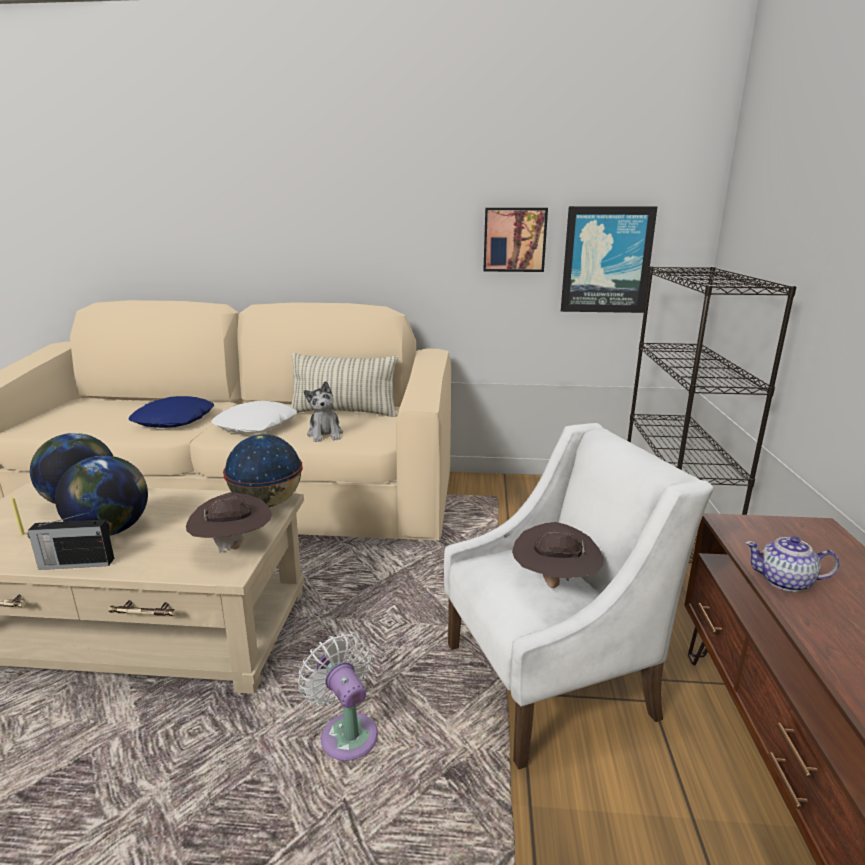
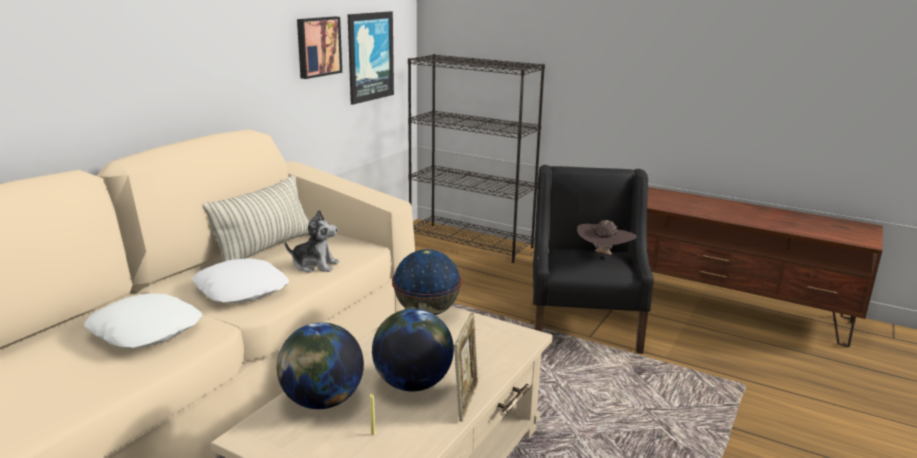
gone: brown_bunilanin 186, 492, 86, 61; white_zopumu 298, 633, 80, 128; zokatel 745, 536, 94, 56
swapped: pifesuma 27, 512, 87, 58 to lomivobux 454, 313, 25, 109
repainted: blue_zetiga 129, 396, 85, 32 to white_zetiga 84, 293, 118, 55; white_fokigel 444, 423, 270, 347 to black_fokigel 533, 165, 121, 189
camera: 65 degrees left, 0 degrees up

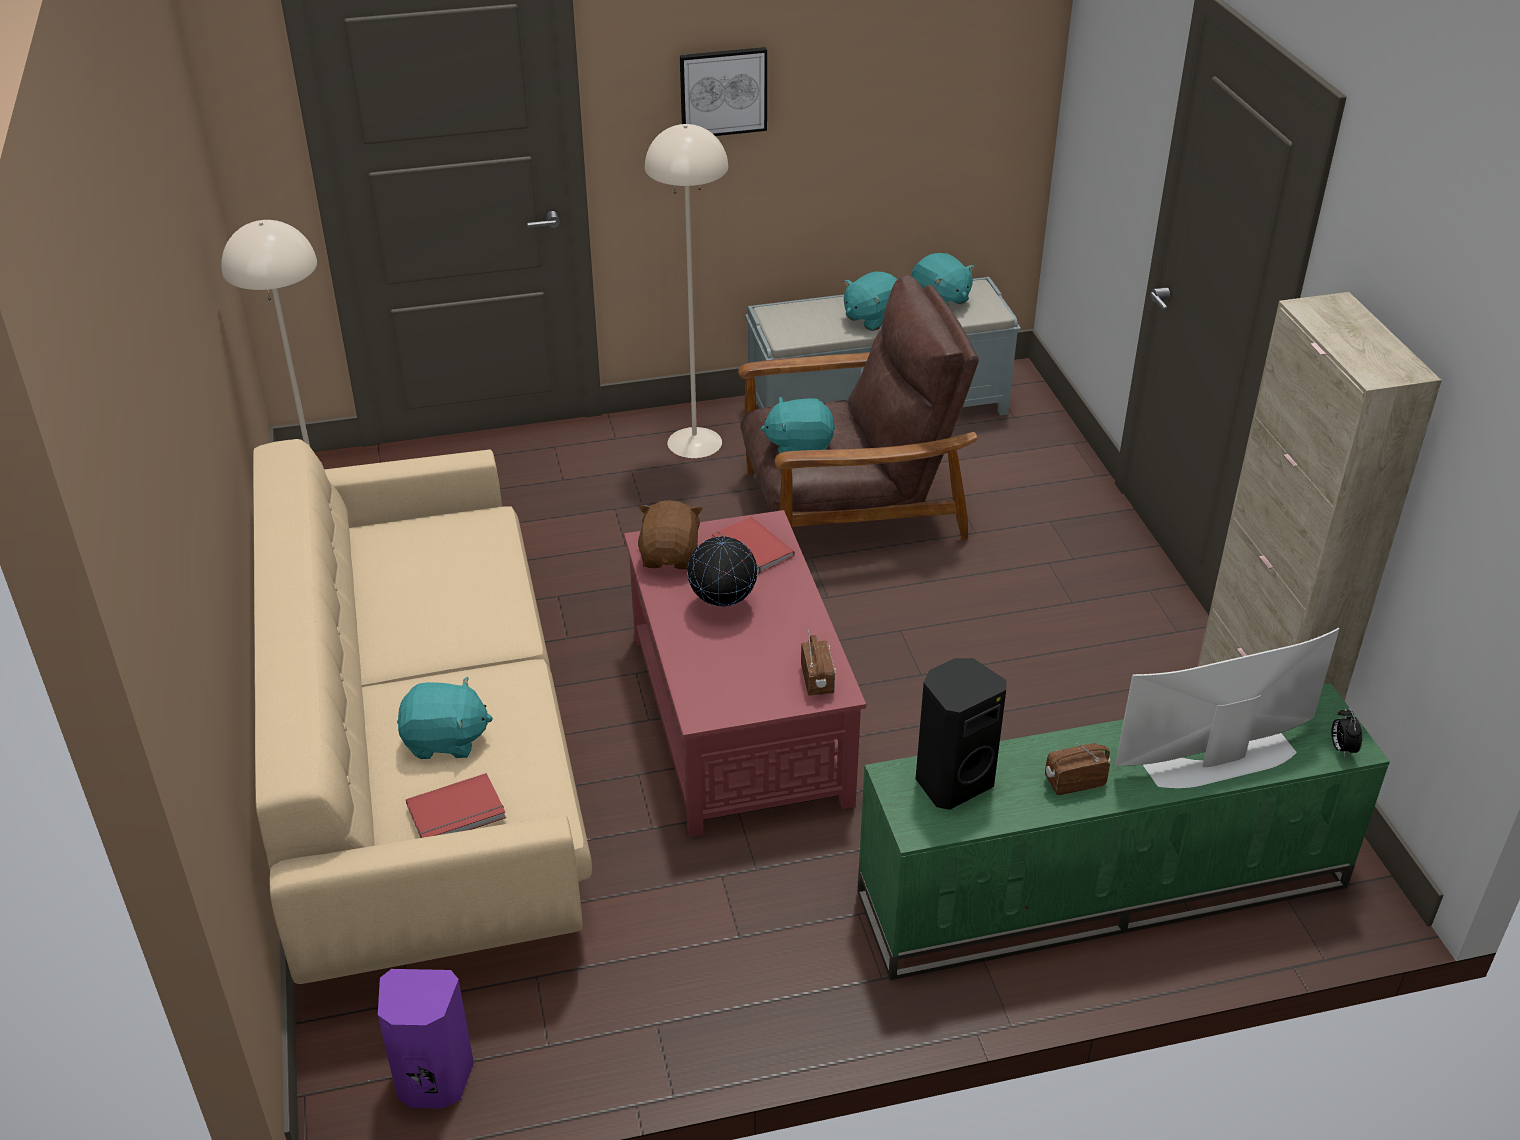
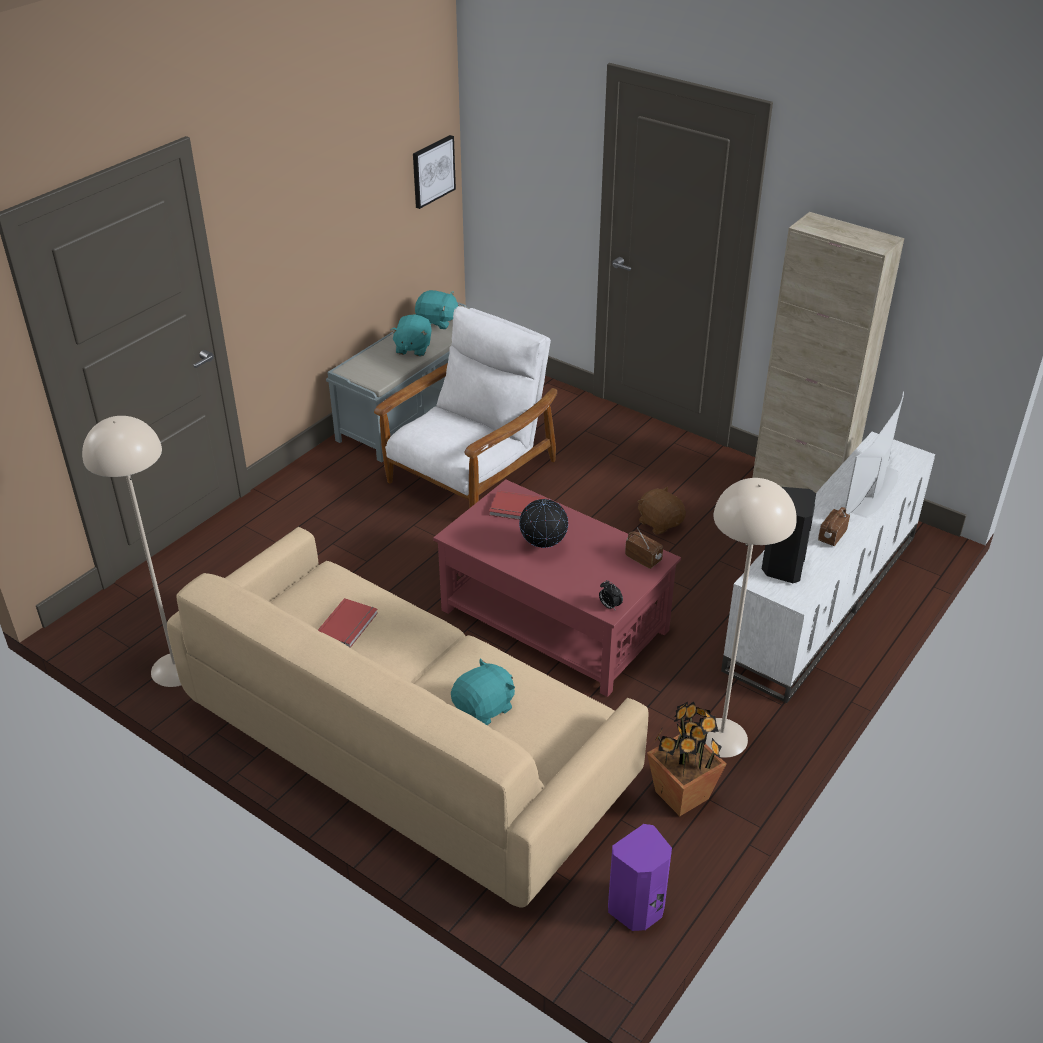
gone: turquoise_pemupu 761, 396, 74, 57
new: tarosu 647, 701, 79, 115
shifted: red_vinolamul 406, 773, 100, 65 to 318, 598, 60, 50; brown_pemupu 638, 500, 65, 69 to 638, 486, 48, 49; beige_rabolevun 645, 124, 83, 334 to 705, 478, 92, 280; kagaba 680, 47, 87, 89 to 413, 135, 43, 74; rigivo 1331, 708, 31, 50 to 599, 580, 24, 30
repainted: brown_fokigel 738, 275, 241, 265 to white_fokigel 374, 306, 183, 202; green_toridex 857, 683, 533, 297 to white_toridex 721, 432, 214, 271
camera: 40 degrees left, 0 degrees up

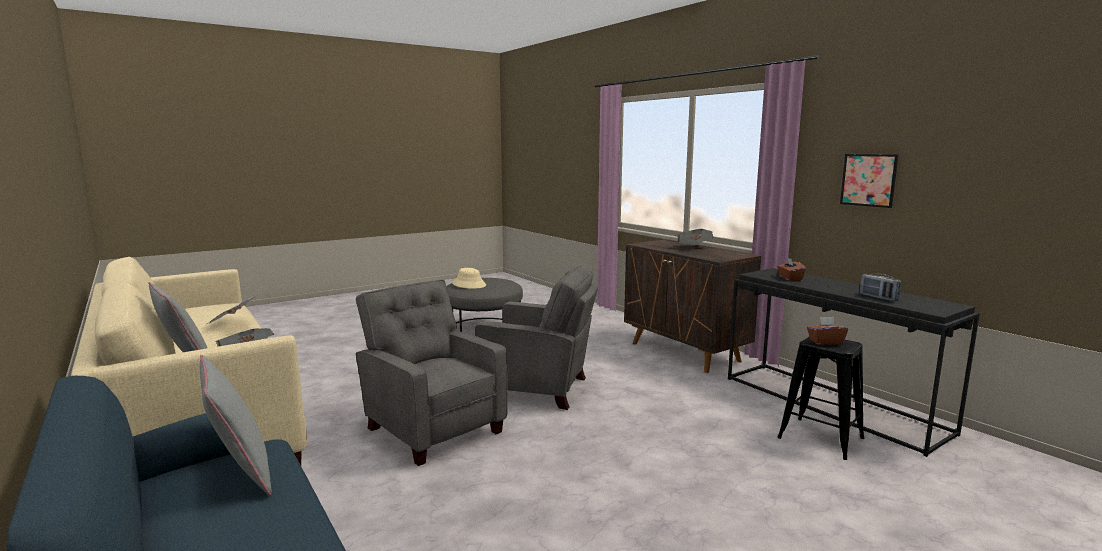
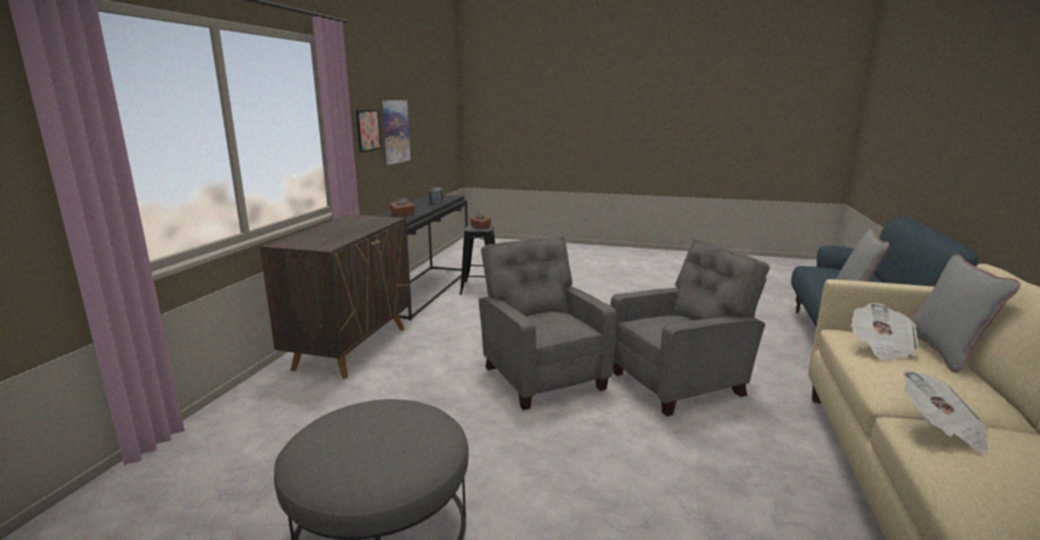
gone: beige_bunilanin 452, 268, 34, 21; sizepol 677, 229, 36, 16
new: kagaba 382, 100, 29, 65
rotated: grey_fokigel 356, 280, 152, 186 = 610, 240, 160, 176 120 degrees counterclockwise
camera: 130 degrees left, 5 degrees up

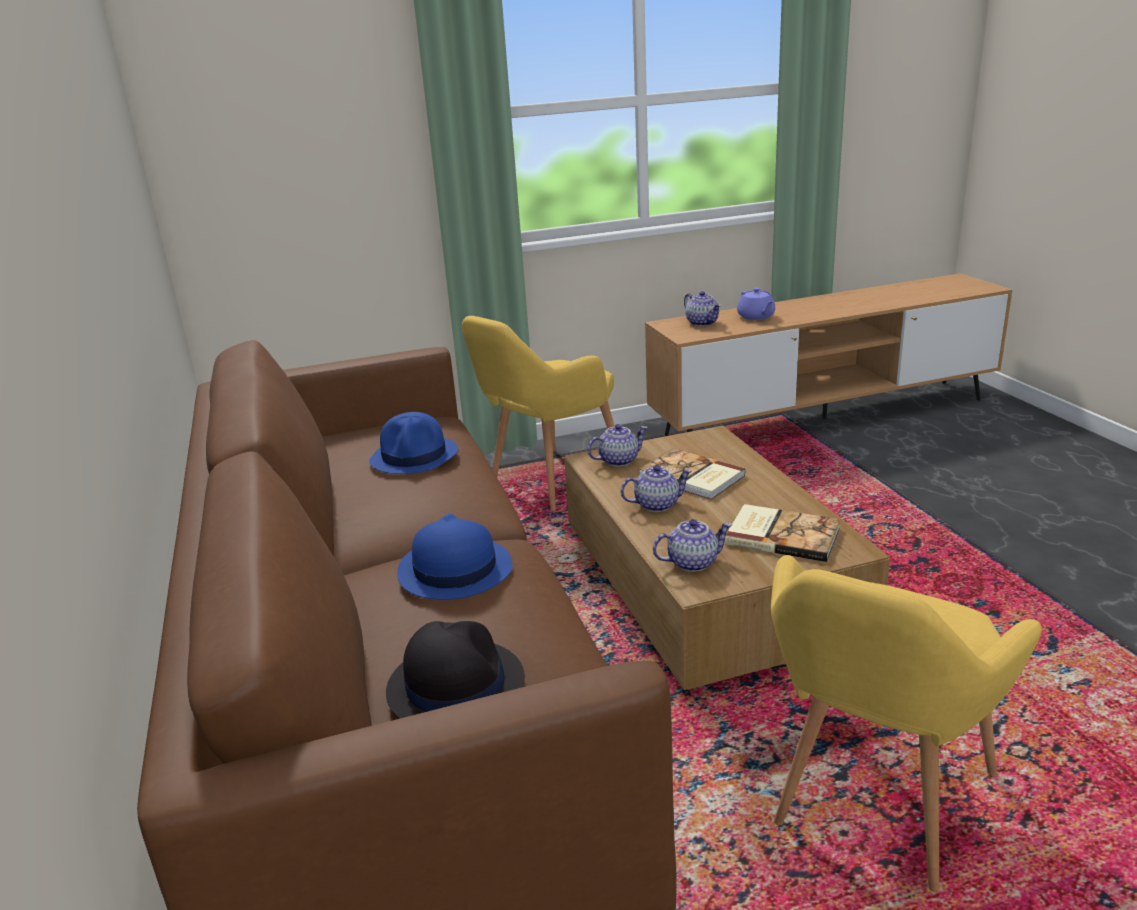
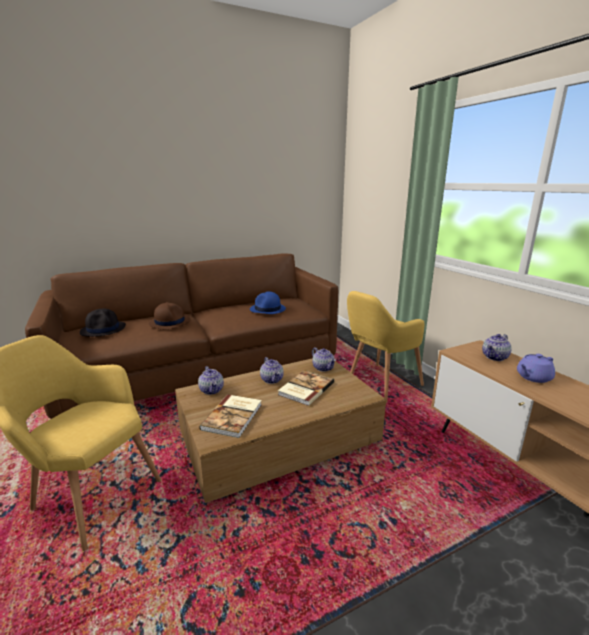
repainted: blue_bunilanin 397, 514, 116, 86 to brown_bunilanin 149, 302, 42, 28
rotated: yellow_fokigel 462, 316, 153, 195 = 347, 291, 77, 112 75 degrees counterclockwise
camera: 80 degrees right, 5 degrees down

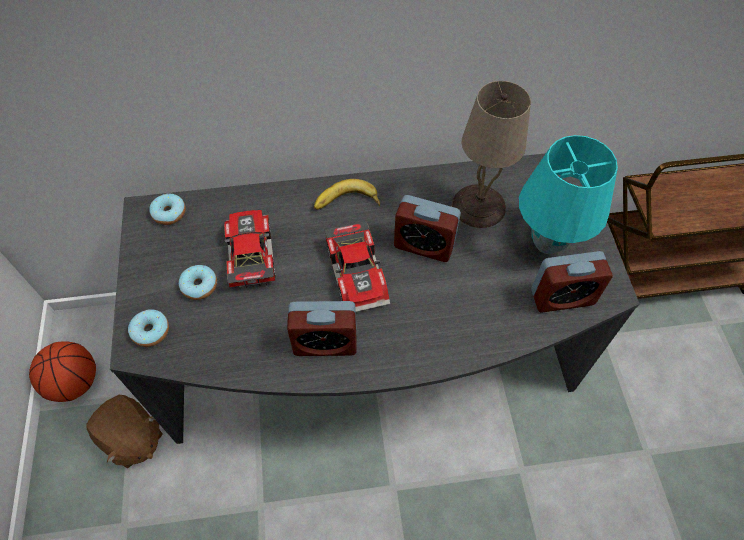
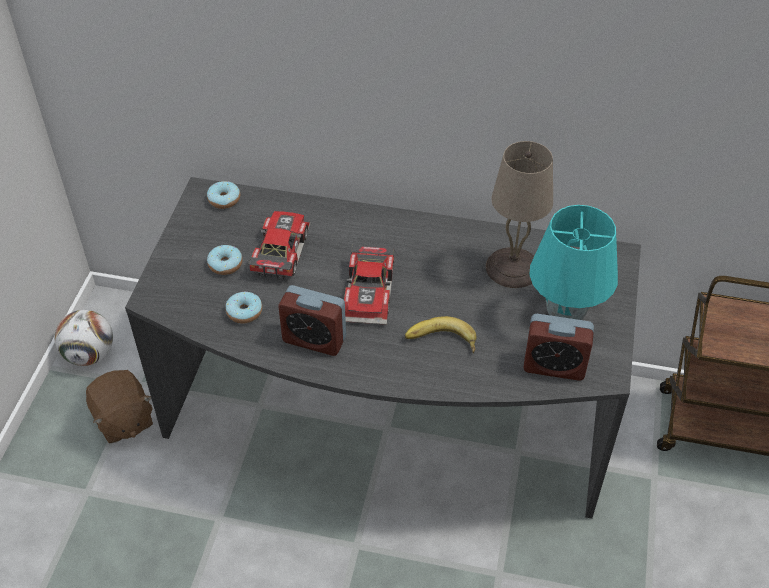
gone: rigivo 394, 195, 67, 67
shifted: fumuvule 128, 309, 41, 38 to 226, 291, 36, 33; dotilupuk 314, 179, 66, 31 to 405, 316, 72, 37
swapped: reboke 29, 341, 67, 61 to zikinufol 55, 310, 58, 56
camera: 20 degrees right, 10 degrees down

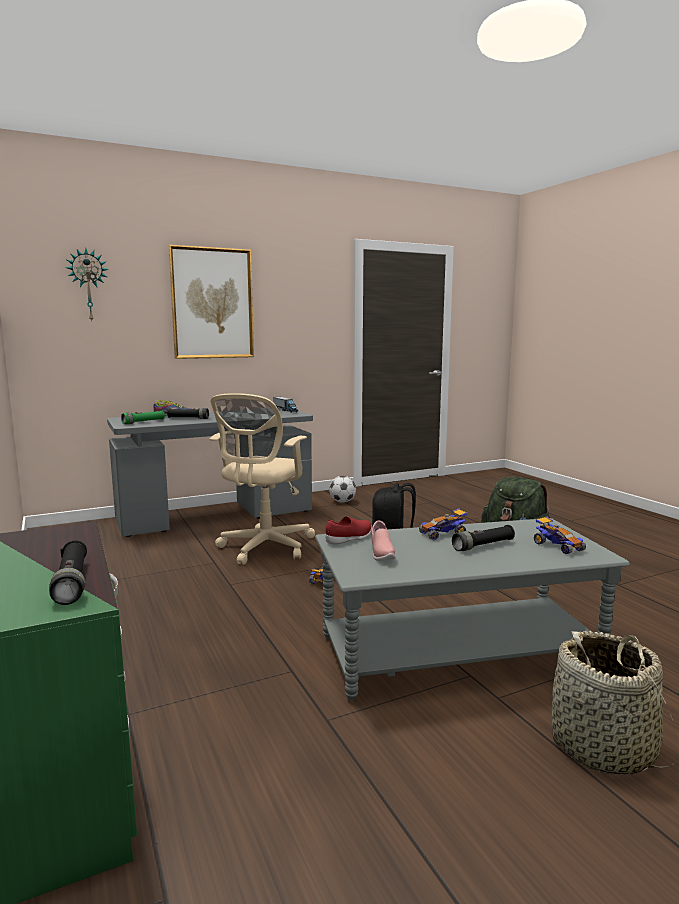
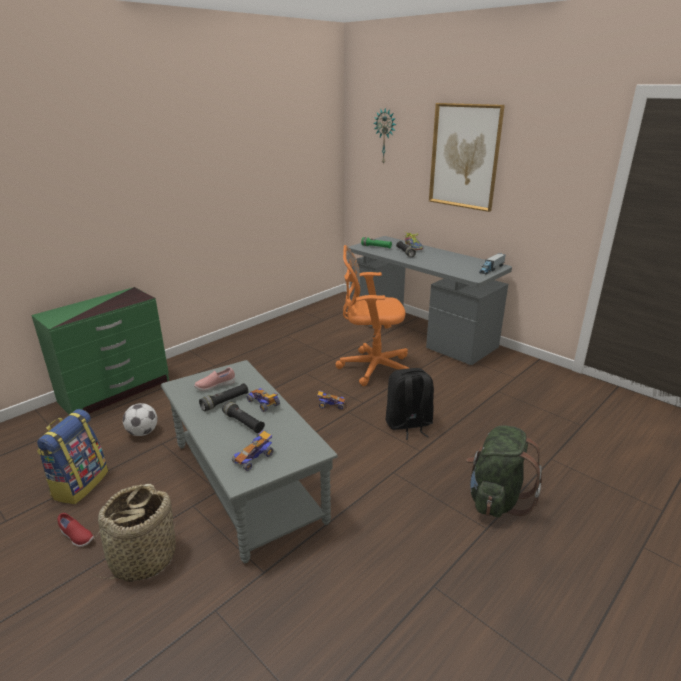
new: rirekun 37, 409, 71, 95
shifted: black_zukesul 49, 540, 38, 65 to 199, 383, 49, 28; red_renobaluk 325, 516, 47, 29 to 57, 513, 37, 34; zikinufol 329, 476, 27, 27 to 123, 403, 35, 33
repainted: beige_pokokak 209, 393, 106, 172 to orange_pokokak 335, 245, 74, 141
camera: 70 degrees right, 15 degrees up

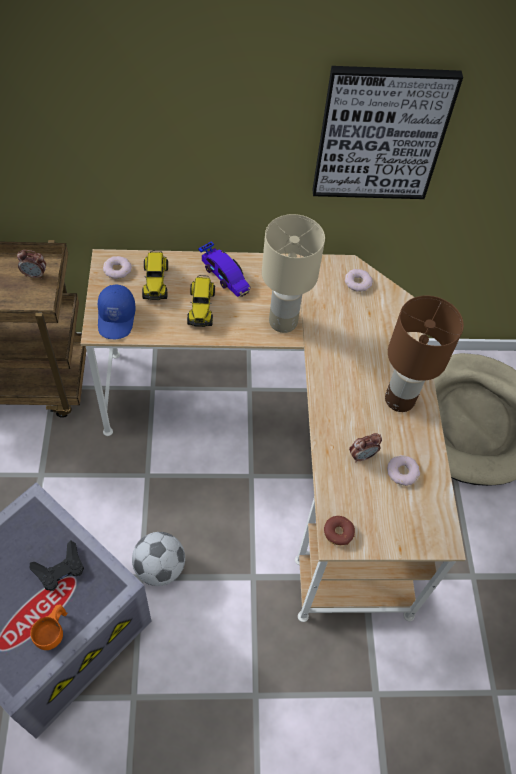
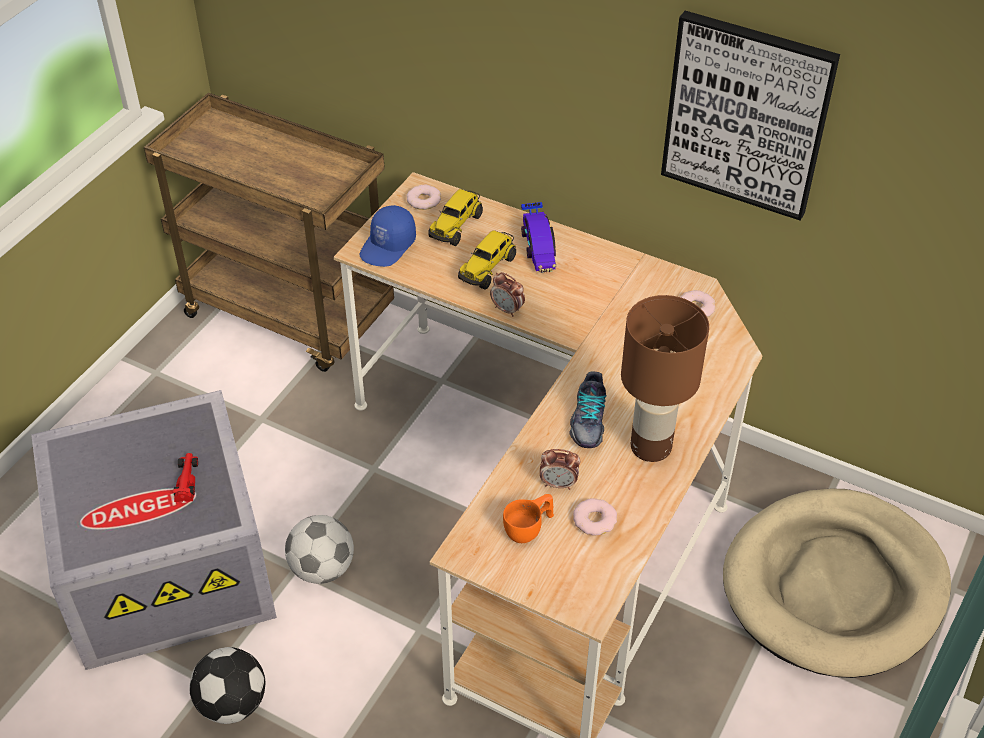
gone: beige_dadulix 262, 214, 63, 119; fumuvule 324, 516, 31, 29
new: zikinufol 189, 647, 76, 77; renobaluk 569, 371, 38, 77
shifted: rigivo 17, 250, 29, 29 to 490, 272, 35, 45; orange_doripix 30, 604, 37, 46 to 503, 494, 51, 49
swapped: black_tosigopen 30, 540, 54, 51 to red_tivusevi 173, 453, 25, 49
camera: 35 degrees right, 10 degrees down

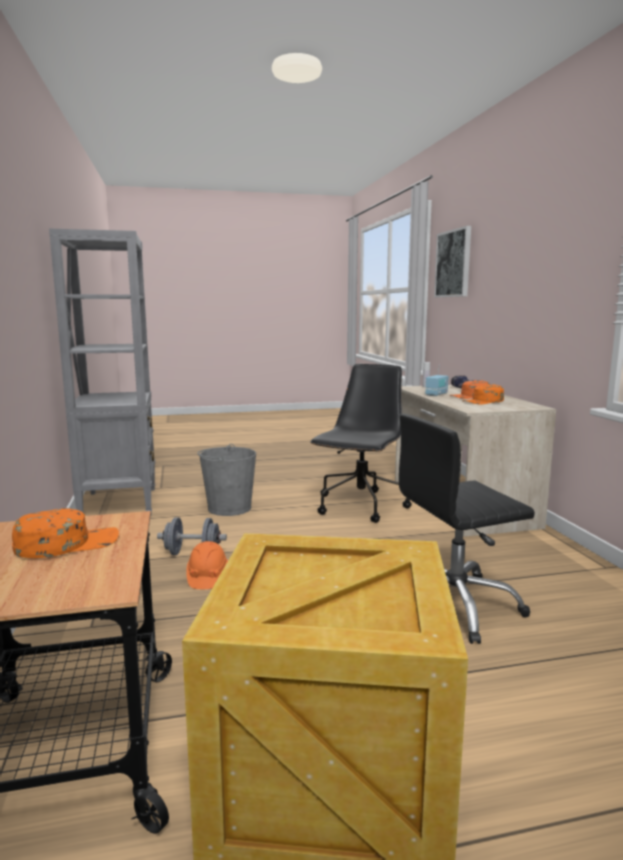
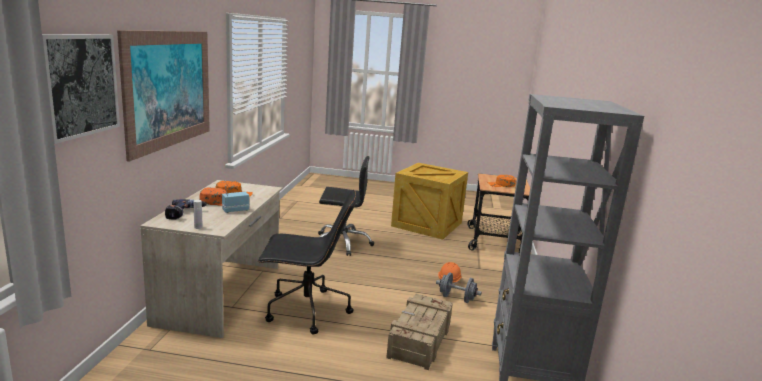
new: kagaba 117, 30, 93, 132
swapped: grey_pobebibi 197, 444, 59, 72 to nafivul 386, 294, 67, 76
rotated: black_pokokak 310, 364, 102, 159 = 258, 190, 99, 145 135 degrees counterclockwise
camera: 160 degrees left, 5 degrees up

